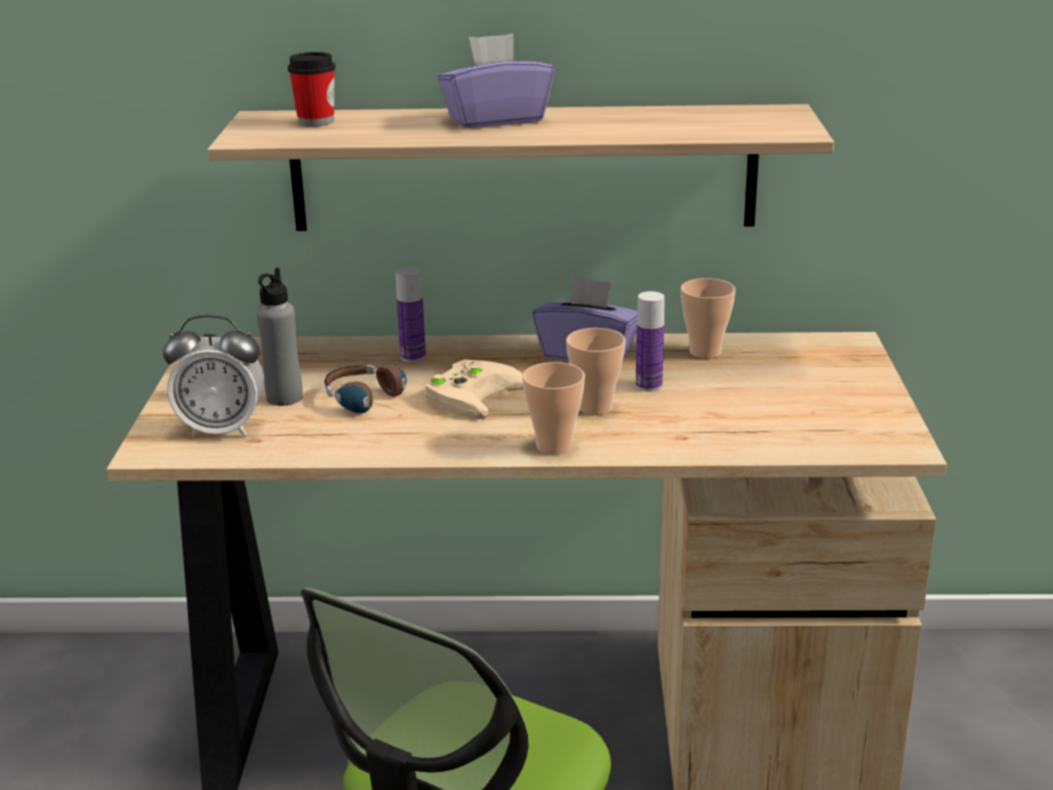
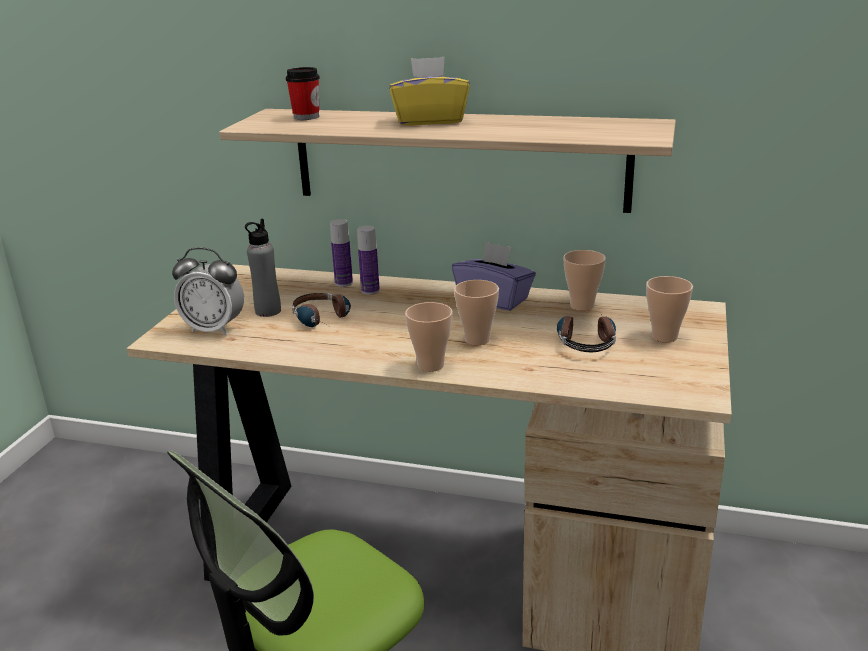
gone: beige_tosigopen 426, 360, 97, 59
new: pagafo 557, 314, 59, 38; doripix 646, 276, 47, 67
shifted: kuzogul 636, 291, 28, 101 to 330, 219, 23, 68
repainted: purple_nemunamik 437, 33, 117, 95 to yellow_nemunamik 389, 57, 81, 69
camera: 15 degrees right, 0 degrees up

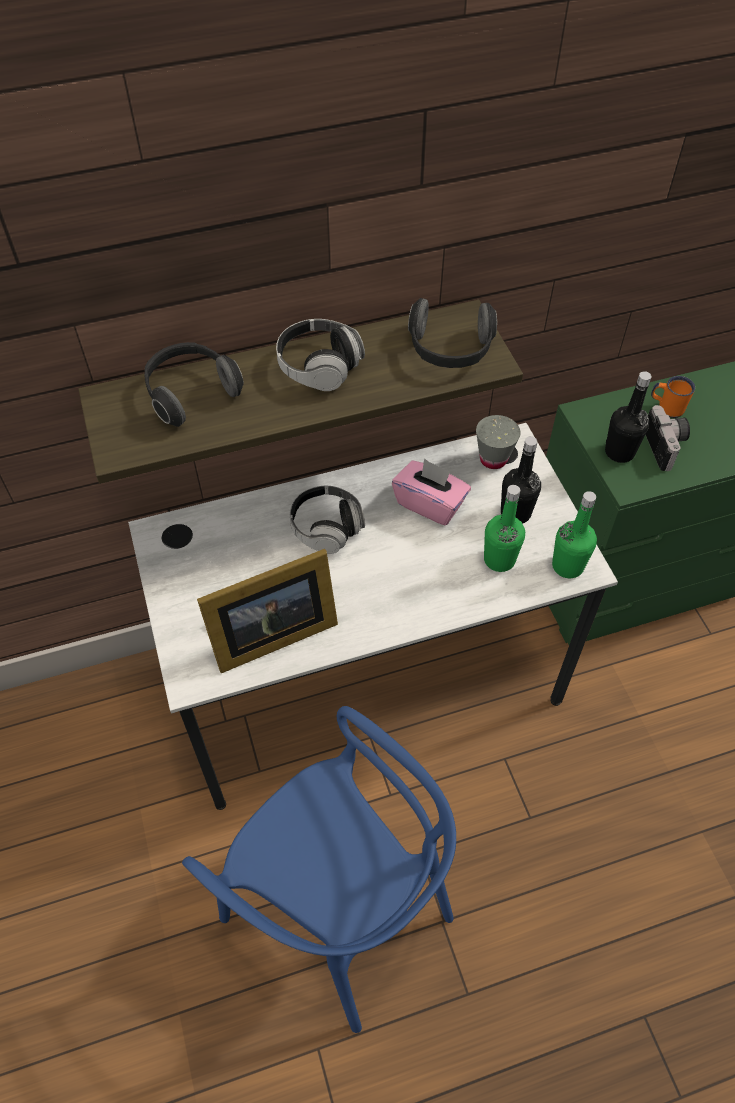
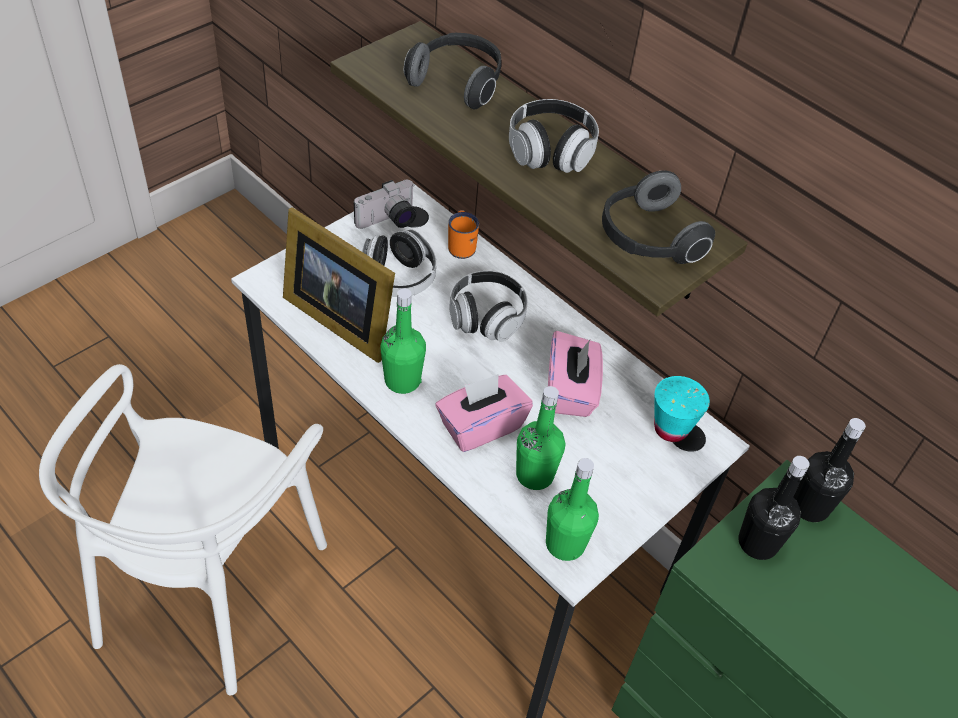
new: pagafo 361, 229, 75, 68; green_kuzogul 380, 288, 46, 106; pink_nemunamik 436, 374, 97, 78
shifted: black_kuzogul 501, 436, 40, 88 to 794, 418, 72, 104; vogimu 646, 405, 44, 66 to 354, 180, 63, 49; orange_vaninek 651, 376, 44, 42 to 448, 210, 31, 49
repainted: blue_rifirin 182, 706, 274, 327 to white_rifirin 39, 364, 288, 332; grey_doripix 476, 415, 45, 54 to turquoise_doripix 654, 376, 56, 66
camera: 60 degrees right, 5 degrees down

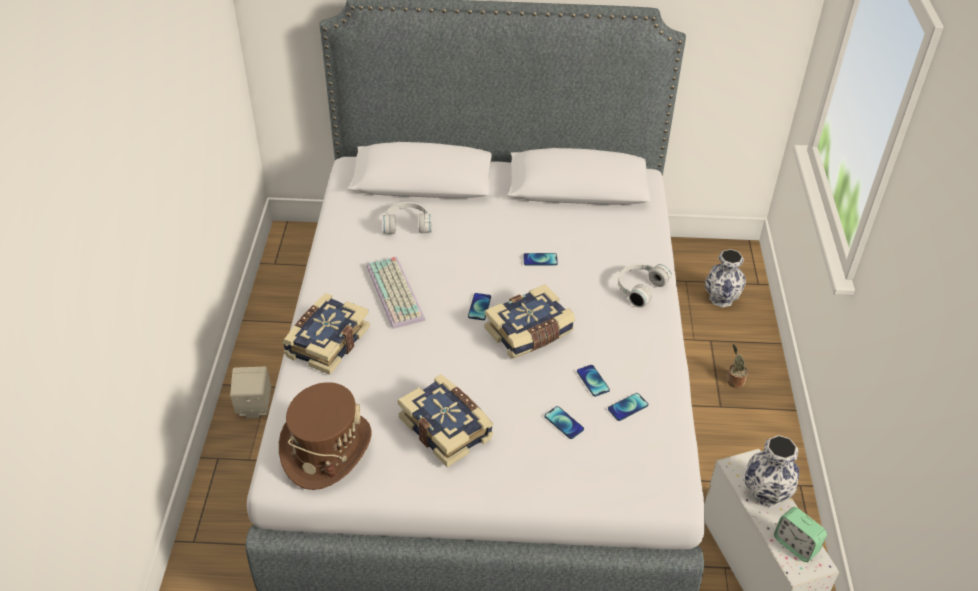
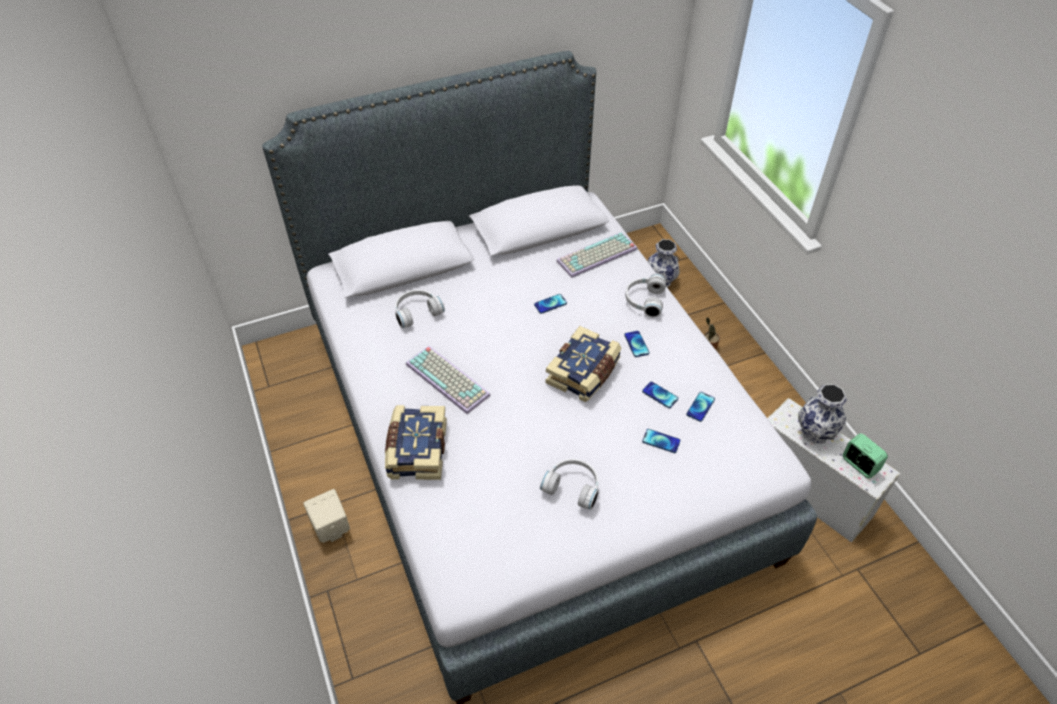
gone: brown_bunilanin 279, 382, 93, 108
new: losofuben 556, 232, 82, 46
shifted: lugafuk 468, 293, 23, 27 to 624, 331, 25, 26
swapped: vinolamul 398, 374, 96, 93 to white_pagafo 540, 459, 59, 51
rotated: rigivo 774, 507, 53, 55 = 843, 433, 45, 45 150 degrees counterclockwise
camera: 25 degrees left, 5 degrees up

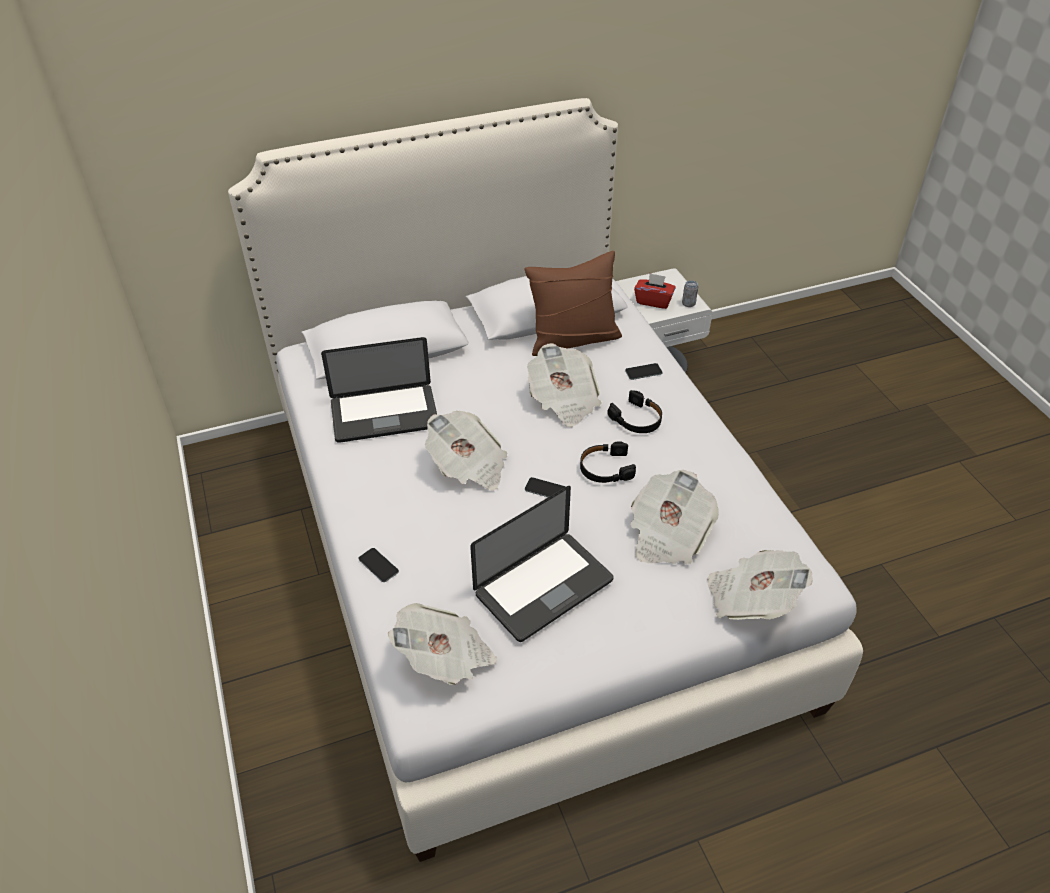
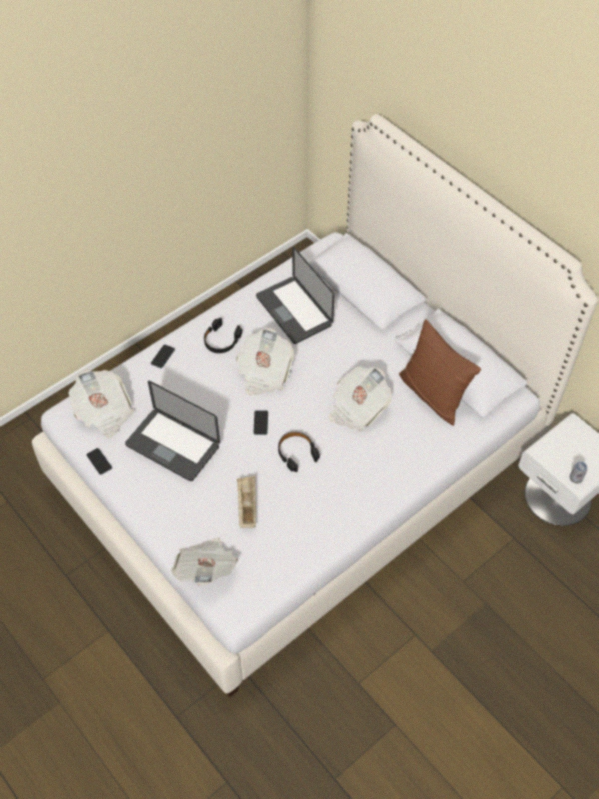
gone: red_nemunamik 634, 273, 42, 36
shifted: black_pagafo 607, 390, 55, 43 to 204, 318, 38, 35; lugafuk 625, 363, 37, 17 to 87, 448, 25, 27
swapped: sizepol 631, 470, 88, 94 to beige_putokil 237, 476, 19, 52
camera: 70 degrees right, 10 degrees up

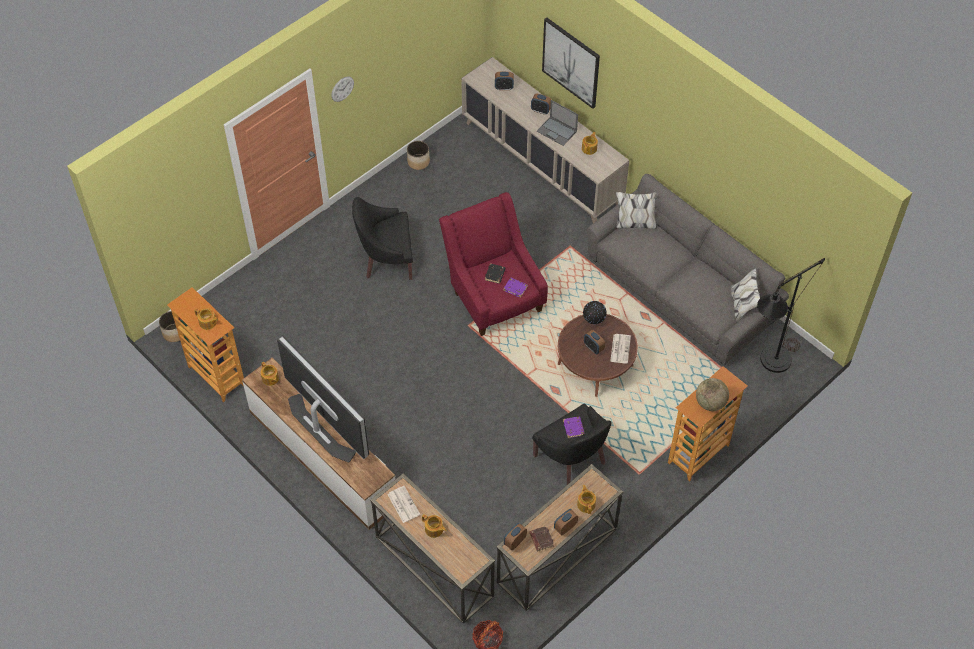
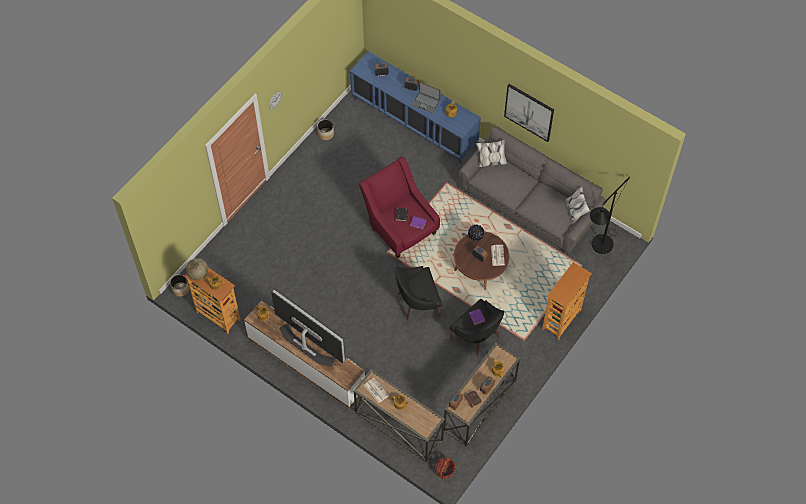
shifted: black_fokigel 352, 197, 61, 83 to 395, 266, 47, 54; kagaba 542, 18, 58, 91 to 504, 84, 50, 58; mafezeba 696, 378, 33, 33 to 186, 258, 22, 22
repainted: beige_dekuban 461, 57, 168, 166 to blue_dekuban 350, 51, 131, 113
camera: 10 degrees left, 5 degrees up

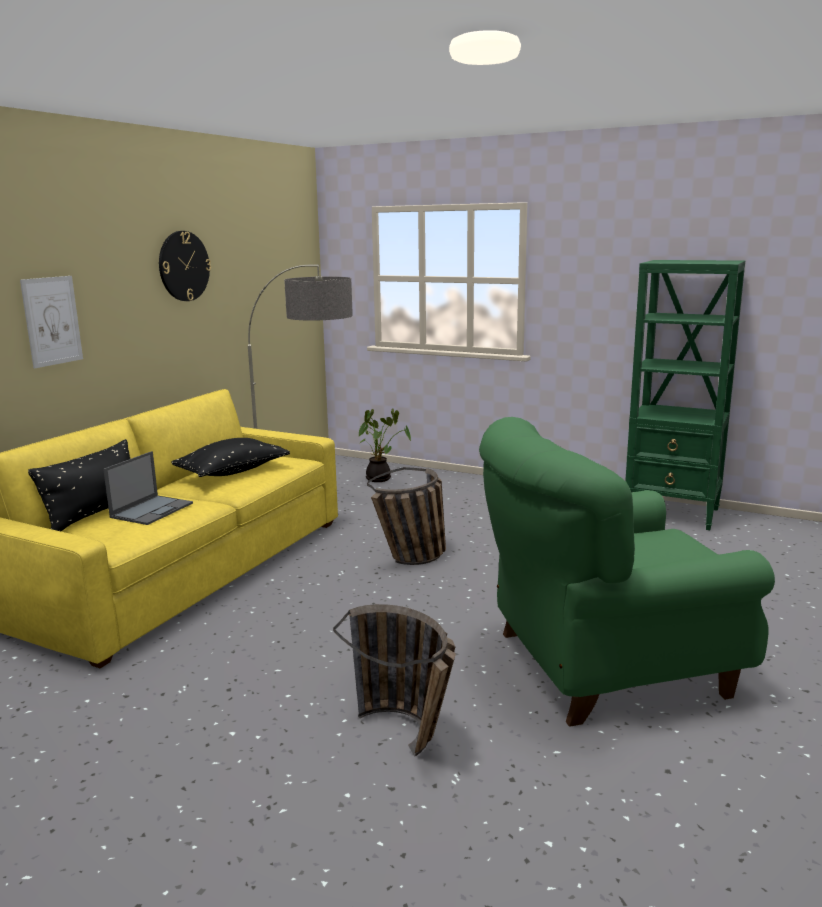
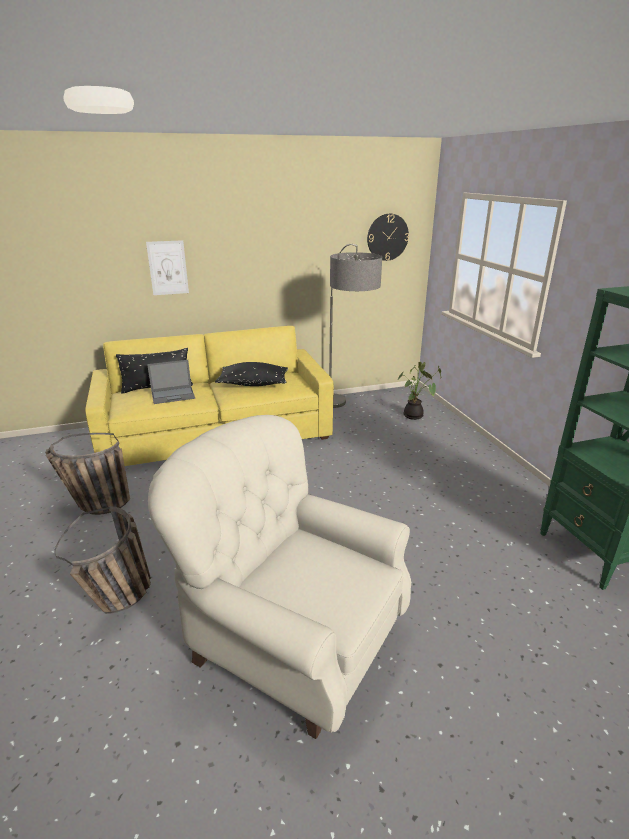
shifted: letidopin 159, 231, 52, 70 to 367, 214, 42, 47; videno 367, 467, 79, 98 to 45, 433, 85, 82
repainted: green_fokigel 479, 417, 296, 310 to beige_fokigel 148, 415, 263, 324
camera: 45 degrees right, 10 degrees up

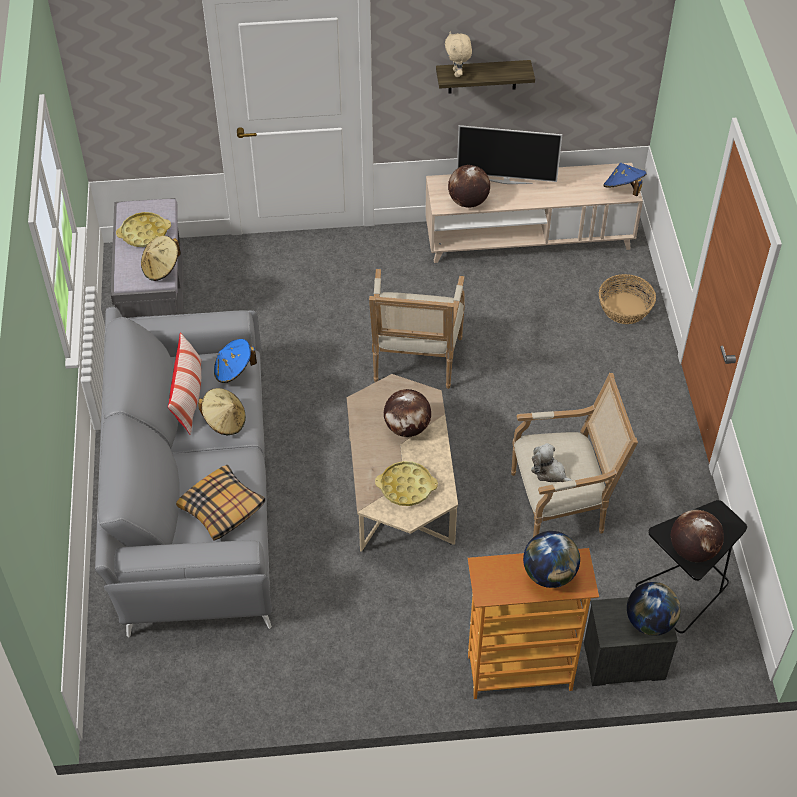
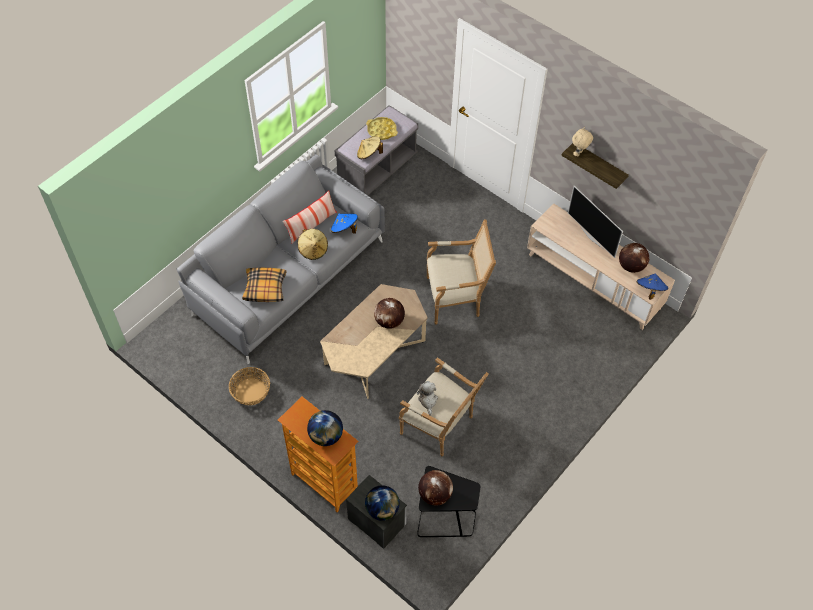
gone: yellow_putokil 375, 461, 63, 45
shifted: mafezeba 448, 165, 42, 43 to 619, 243, 30, 30; videno 599, 274, 57, 50 to 229, 367, 41, 38
rotated: fokigel 369, 269, 96, 120 = 427, 219, 69, 106 150 degrees counterclockwise
camera: 45 degrees right, 5 degrees up

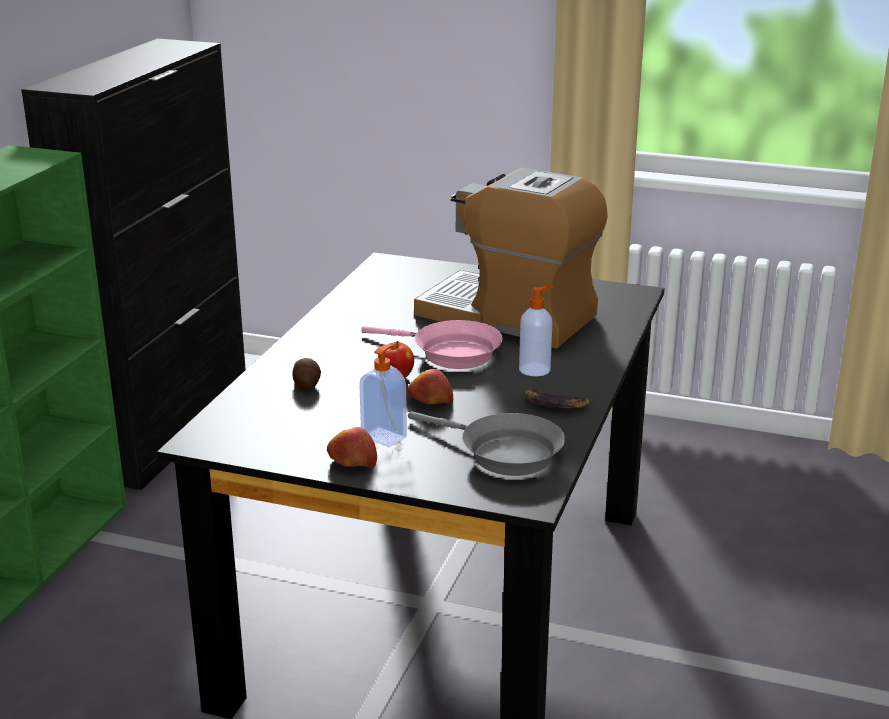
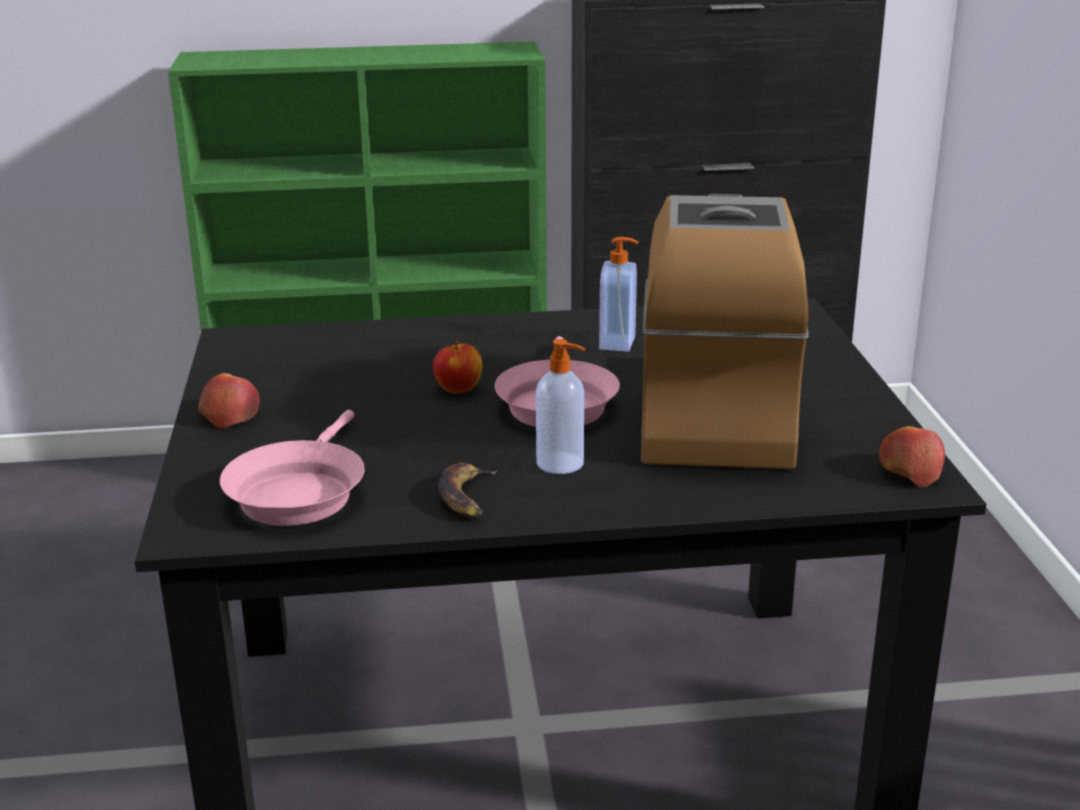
gone: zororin 292, 358, 29, 31
shifted: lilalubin 359, 345, 48, 102 to 599, 237, 39, 115; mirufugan 408, 369, 45, 35 to 879, 426, 66, 61
repainted: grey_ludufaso 408, 411, 157, 65 to pink_ludufaso 220, 410, 144, 116
camera: 65 degrees right, 0 degrees up

